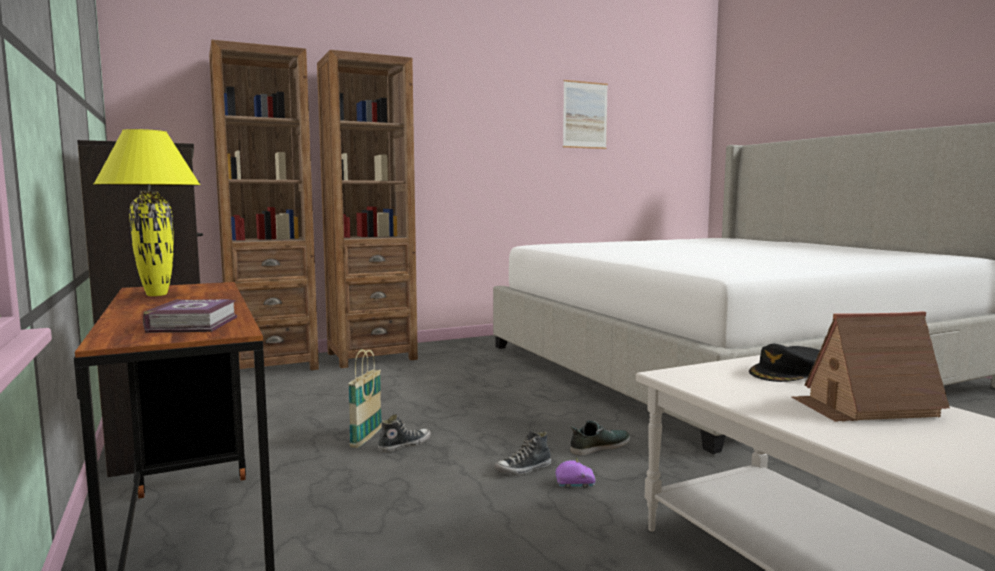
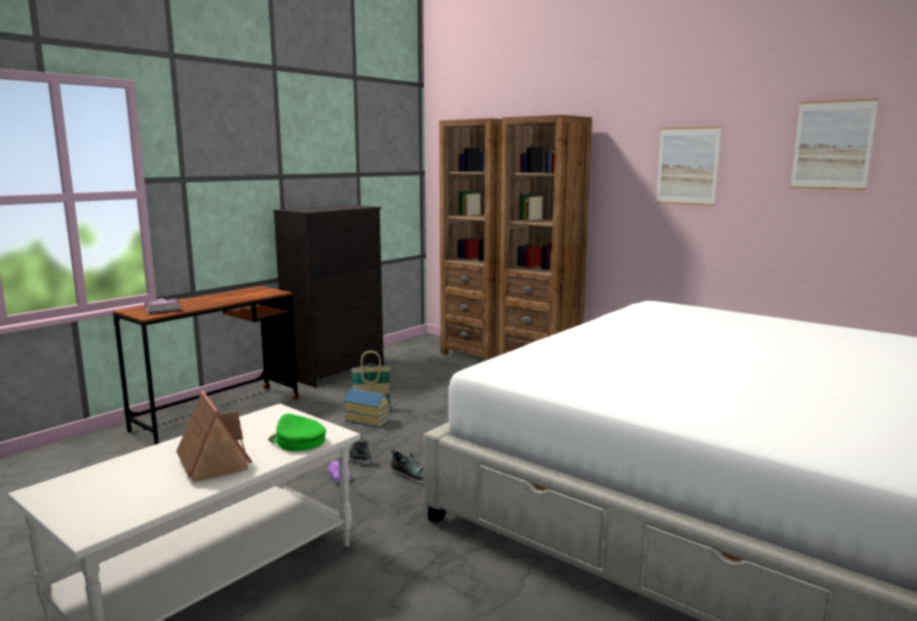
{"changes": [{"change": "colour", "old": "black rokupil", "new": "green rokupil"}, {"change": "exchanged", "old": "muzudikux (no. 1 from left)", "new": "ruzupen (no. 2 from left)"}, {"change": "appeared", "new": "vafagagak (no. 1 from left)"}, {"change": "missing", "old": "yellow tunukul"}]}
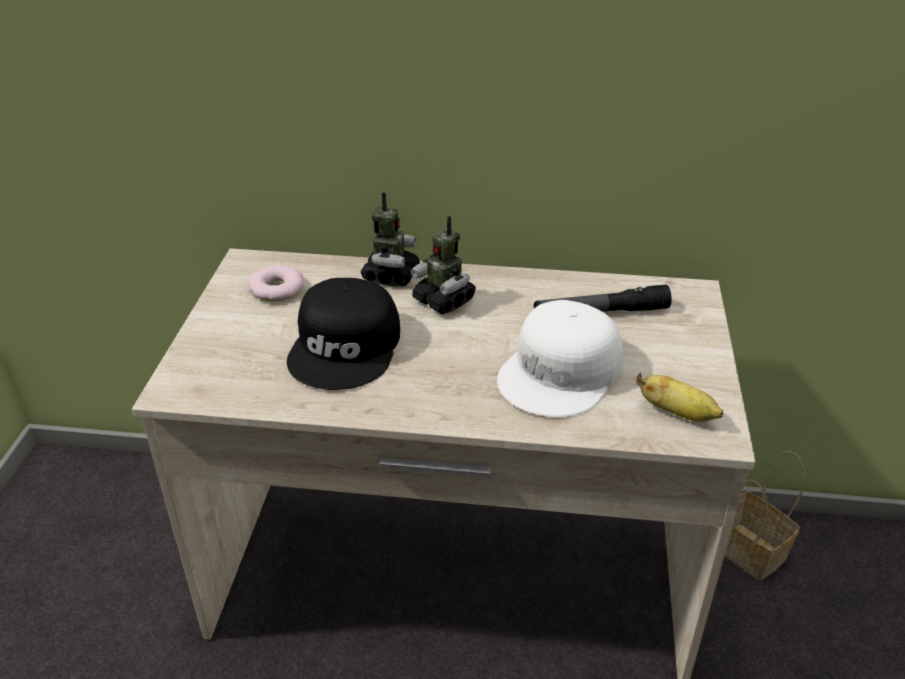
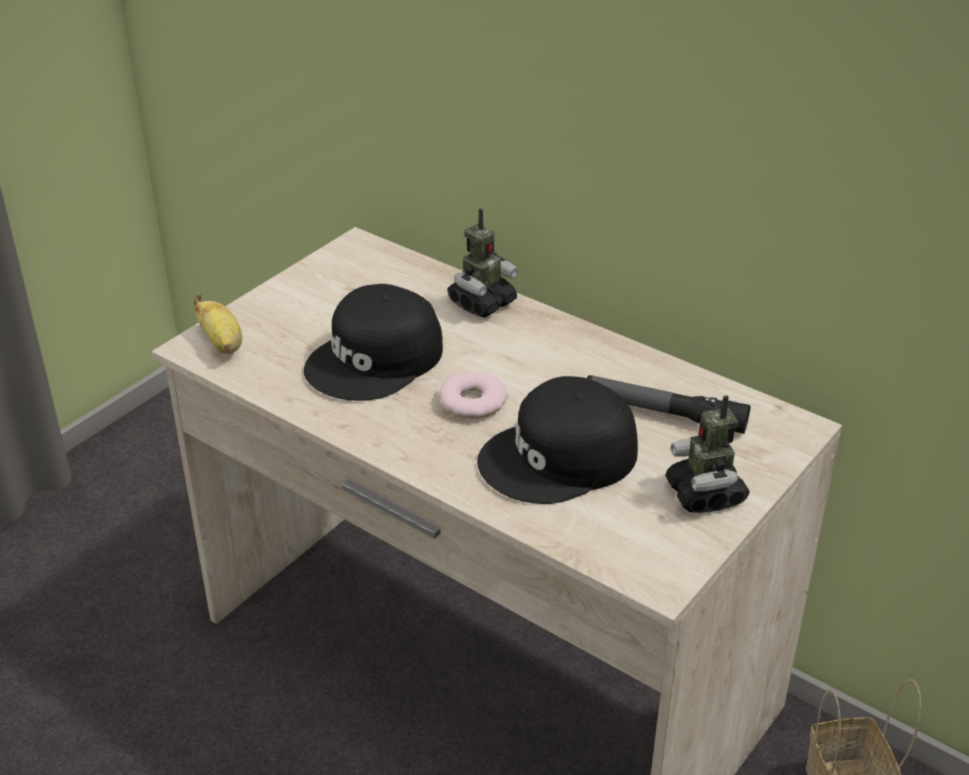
{"changes": [{"change": "relocated", "old": "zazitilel"}, {"change": "relocated", "old": "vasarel"}, {"change": "colour", "old": "white rokupil", "new": "black rokupil (no. 2 from left)"}, {"change": "relocated", "old": "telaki (no. 2 from left)"}]}
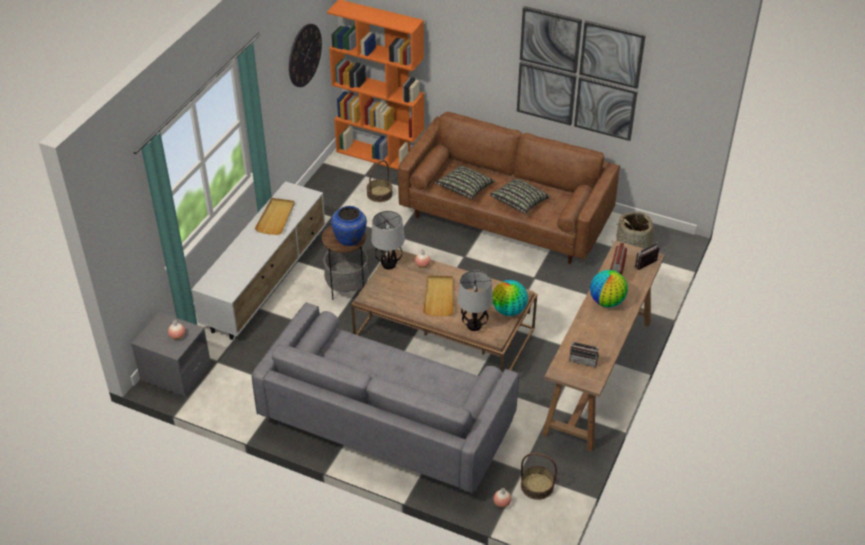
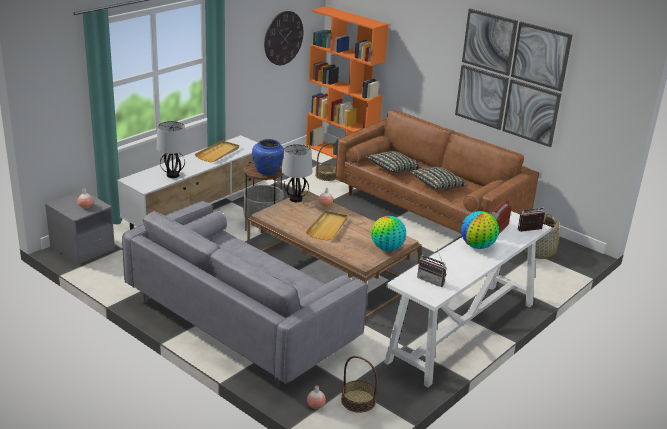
{"changes": [{"change": "relocated", "old": "tunukul (no. 2 from left in the first image)", "new": "tunukul (no. 1 from left)"}, {"change": "colour", "old": "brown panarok", "new": "white panarok"}]}
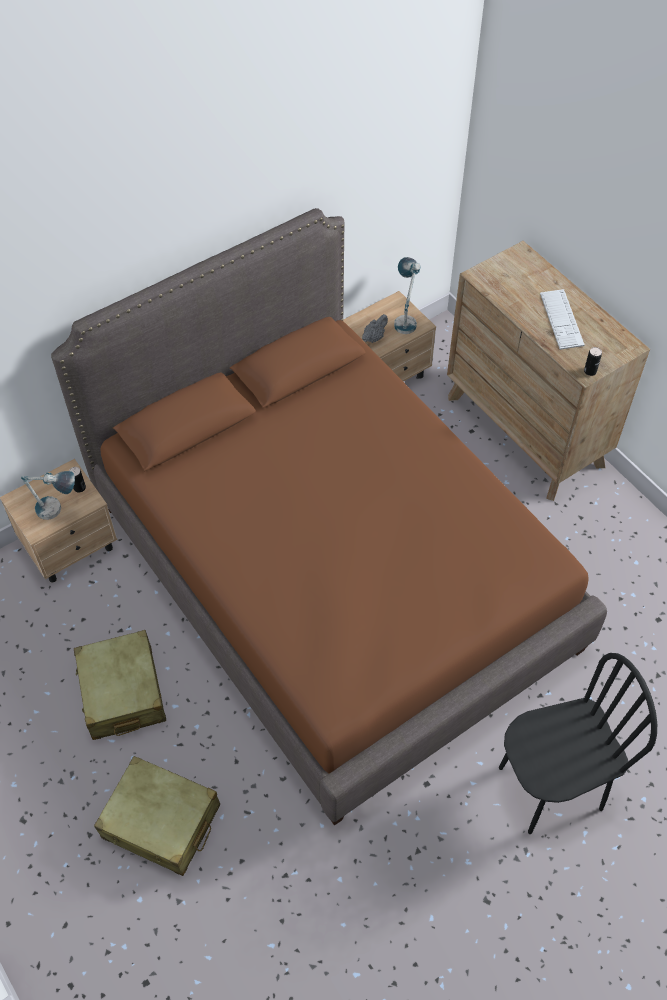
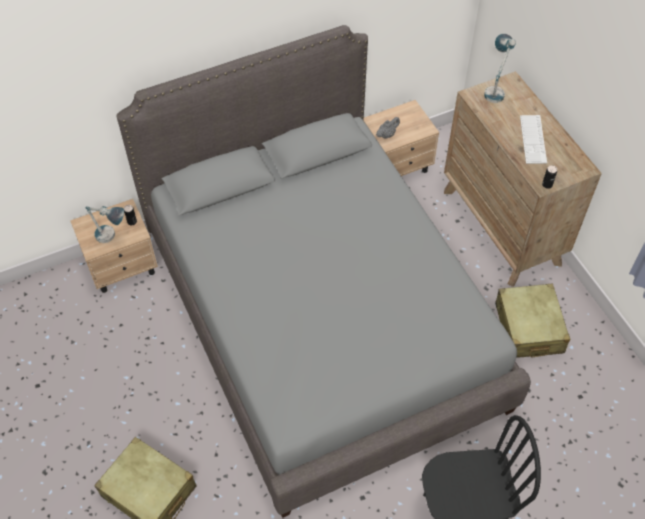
{"changes": [{"change": "colour", "old": "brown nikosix", "new": "grey nikosix"}, {"change": "relocated", "old": "tunukul (no. 2 from left)"}, {"change": "relocated", "old": "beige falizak (no. 1 from left in the first image)", "new": "beige falizak (no. 2 from left)"}]}
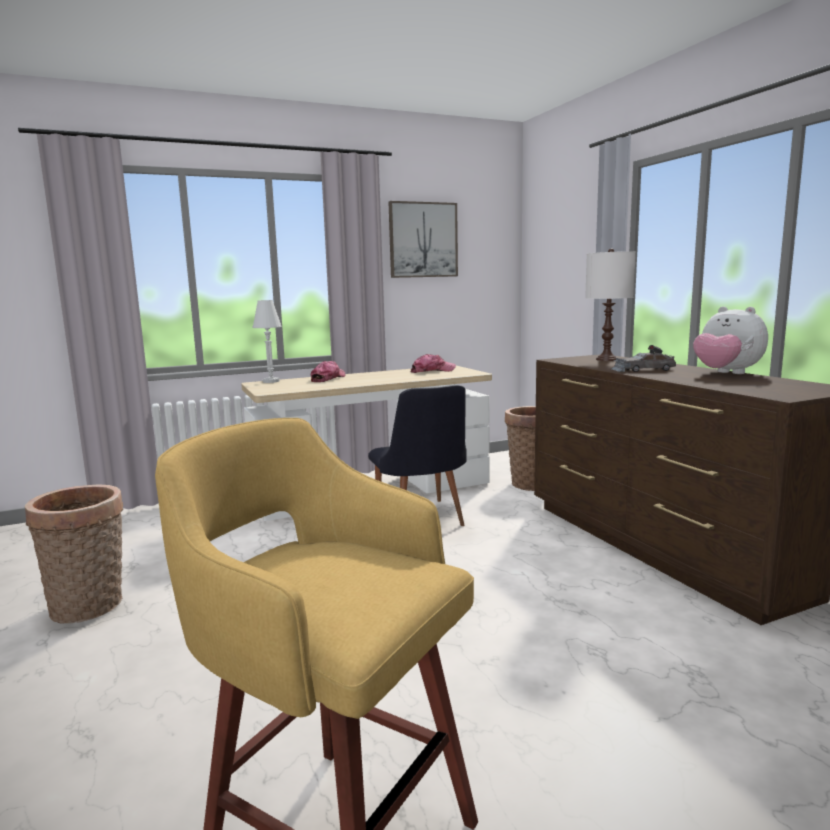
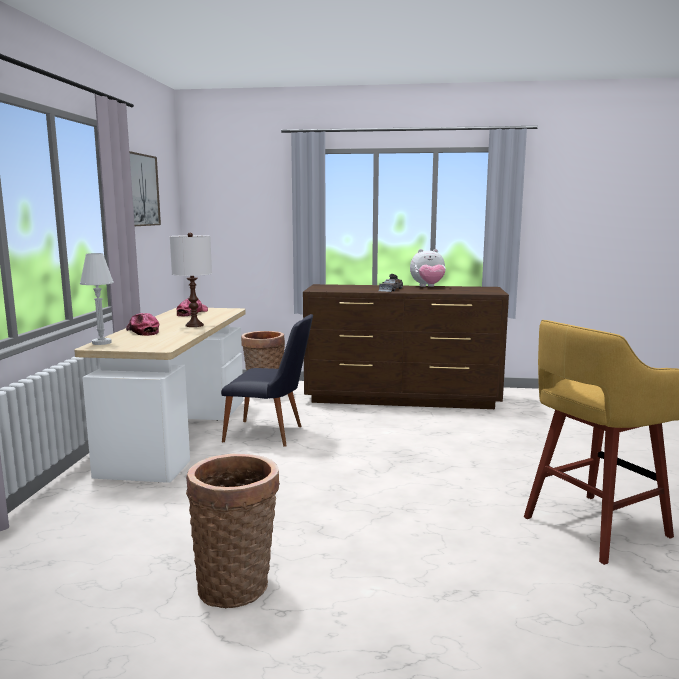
{"changes": [{"change": "relocated", "old": "white tunukul (no. 2 from left)"}]}
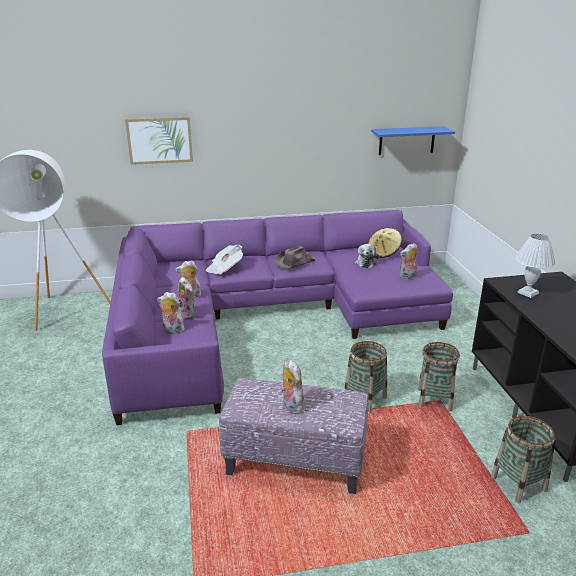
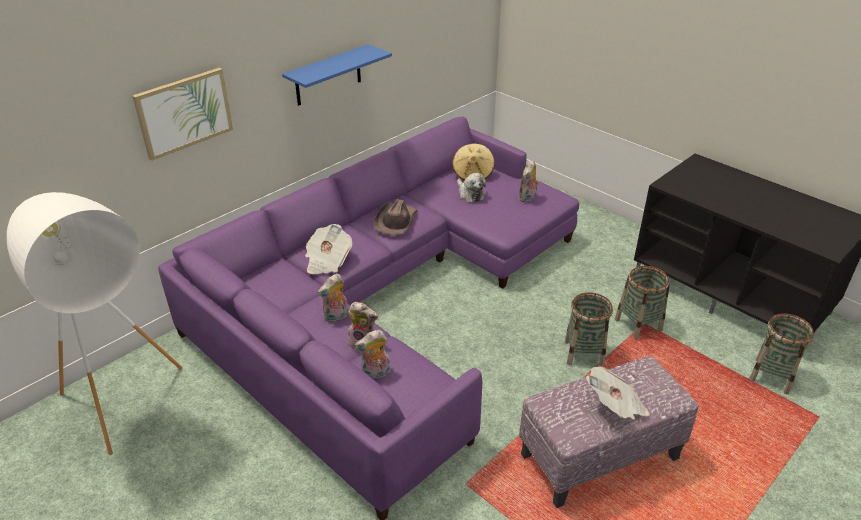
{"changes": [{"change": "relocated", "old": "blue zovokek"}, {"change": "exchanged", "old": "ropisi (no. 4 from left)", "new": "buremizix (no. 2 from left)"}, {"change": "missing", "old": "white tunukul"}]}
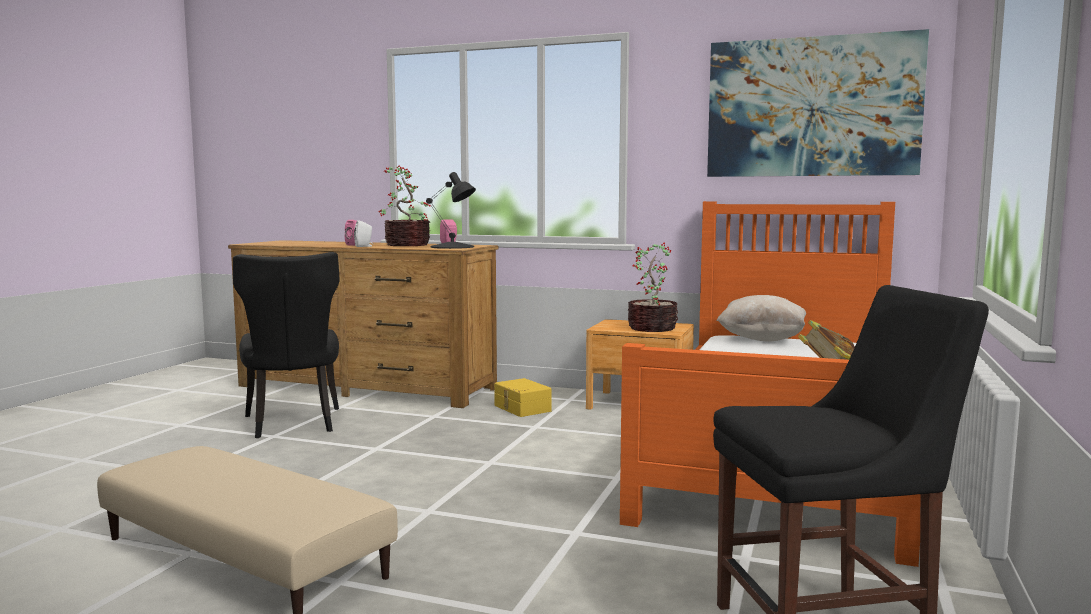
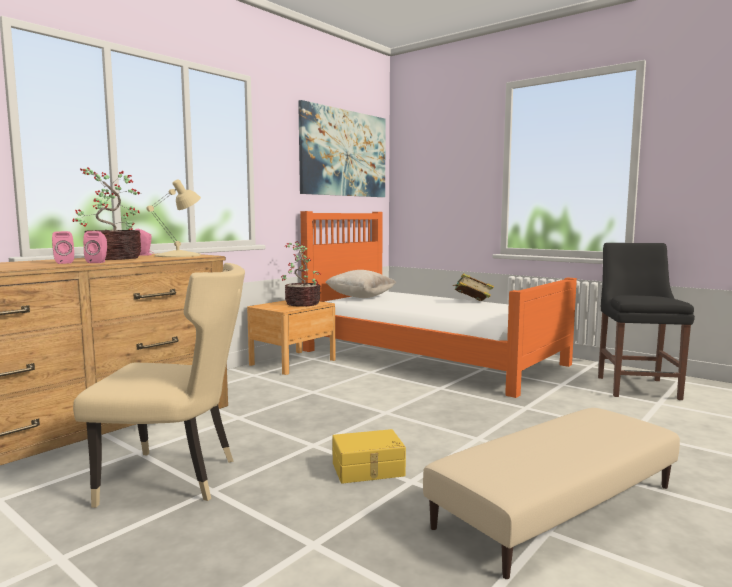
{"changes": [{"change": "colour", "old": "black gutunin (no. 1 from left)", "new": "beige gutunin"}, {"change": "colour", "old": "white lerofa", "new": "pink lerofa (no. 2 from left)"}, {"change": "colour", "old": "black tunukul", "new": "beige tunukul"}, {"change": "relocated", "old": "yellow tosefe"}]}
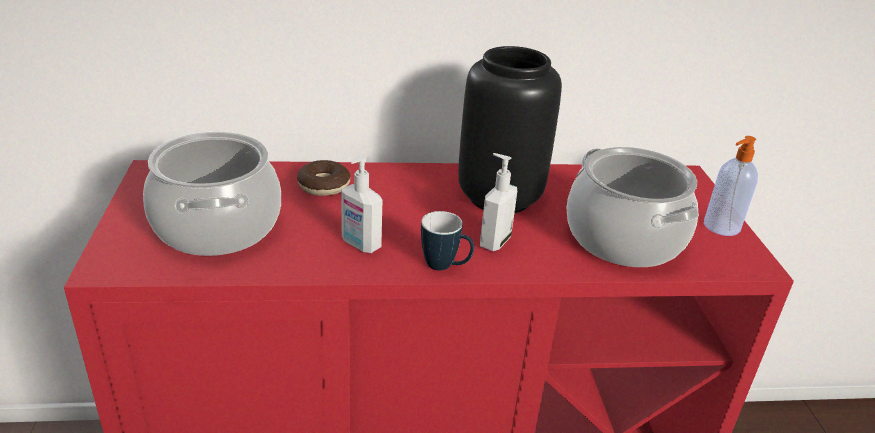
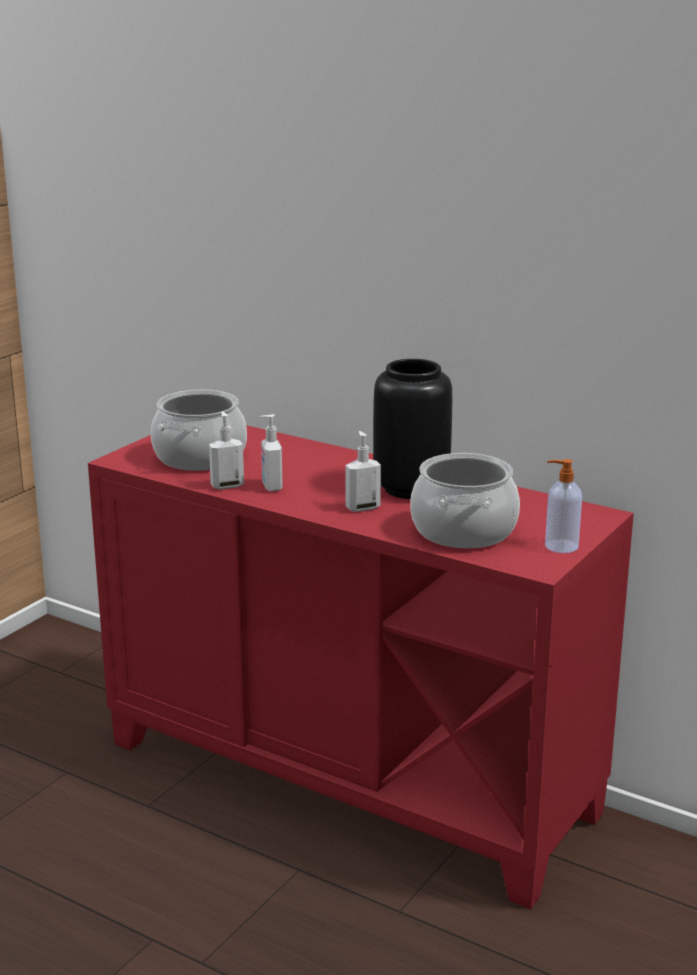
{"changes": [{"change": "appeared", "new": "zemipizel (no. 1 from left)"}, {"change": "missing", "old": "vasarel"}, {"change": "missing", "old": "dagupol"}]}
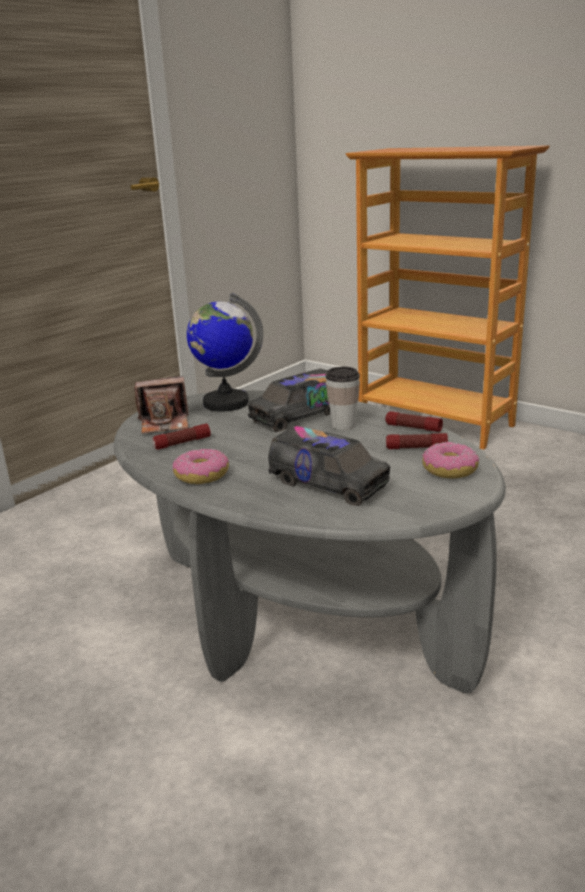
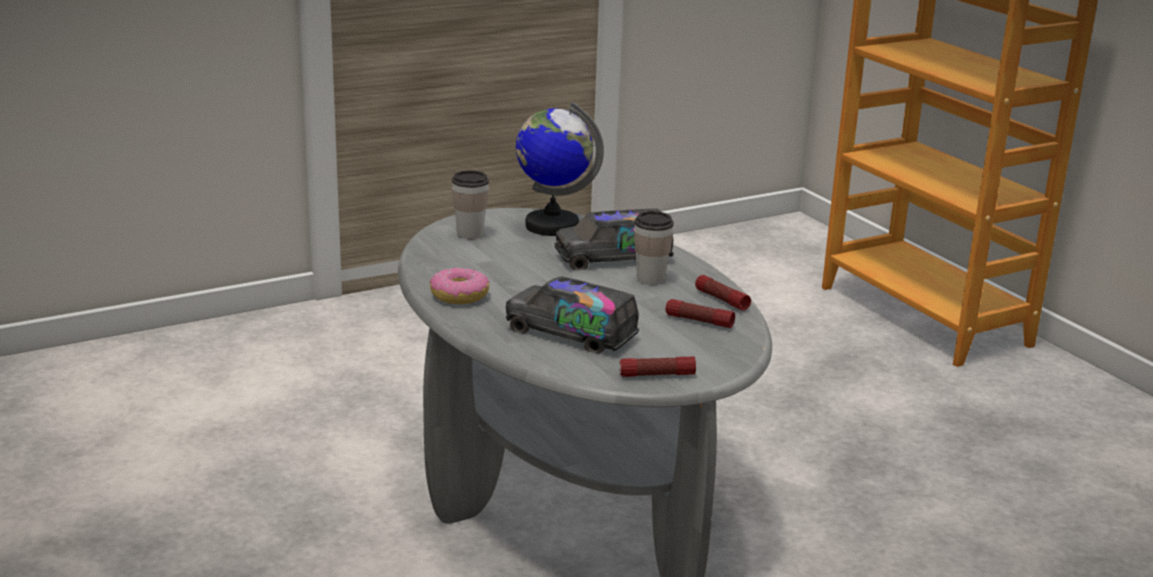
{"changes": [{"change": "exchanged", "old": "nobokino", "new": "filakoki (no. 1 from left)"}, {"change": "spun", "old": "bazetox (no. 2 from left in the first image)", "degrees": 150}, {"change": "relocated", "old": "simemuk (no. 1 from left)"}, {"change": "missing", "old": "vasarel (no. 2 from left)"}]}
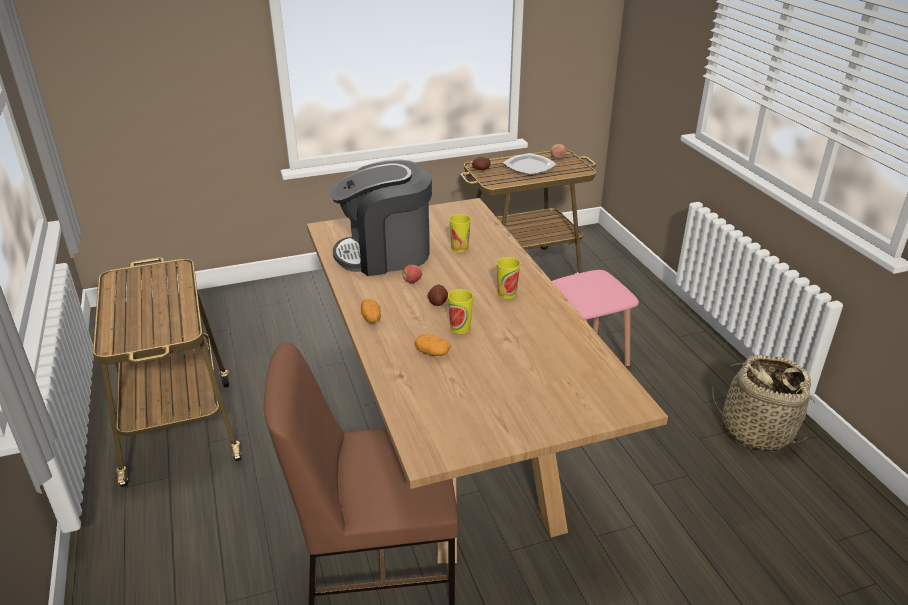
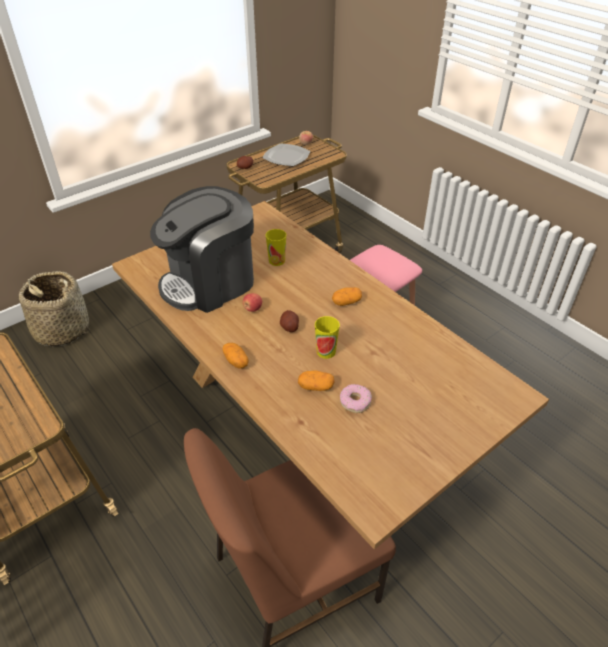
{"changes": [{"change": "relocated", "old": "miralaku"}, {"change": "exchanged", "old": "filakoki (no. 3 from left)", "new": "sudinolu (no. 5 from left)"}, {"change": "appeared", "new": "vasarel"}]}
